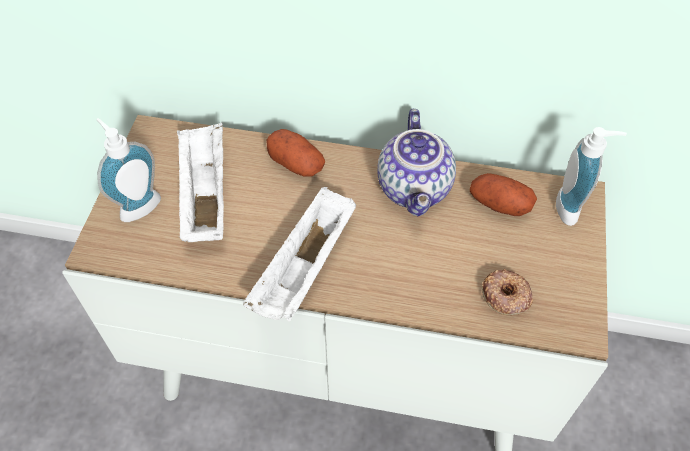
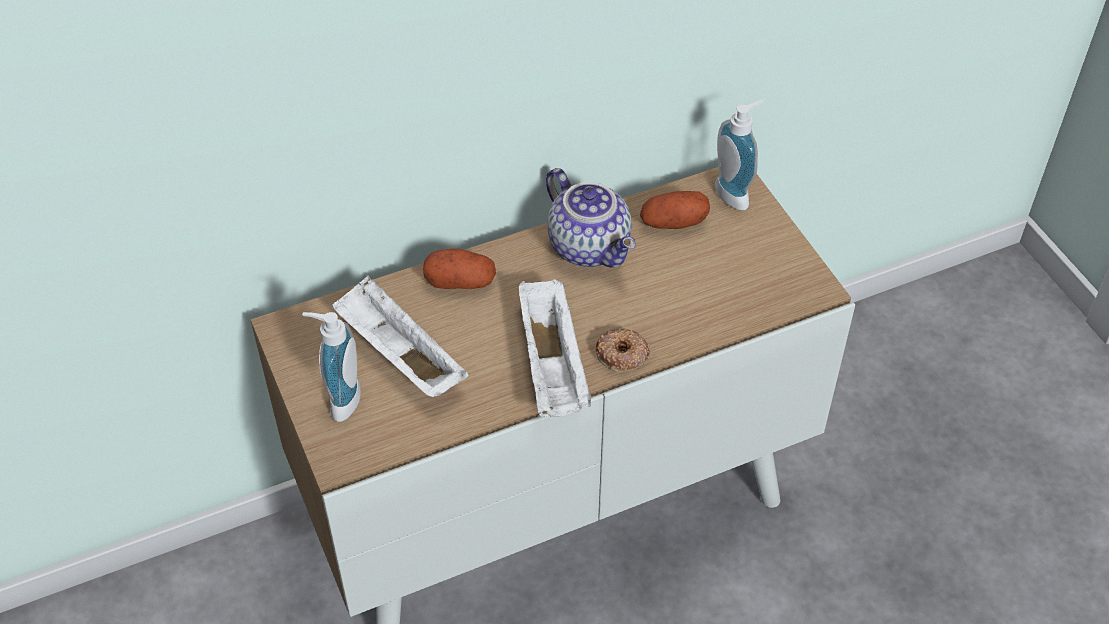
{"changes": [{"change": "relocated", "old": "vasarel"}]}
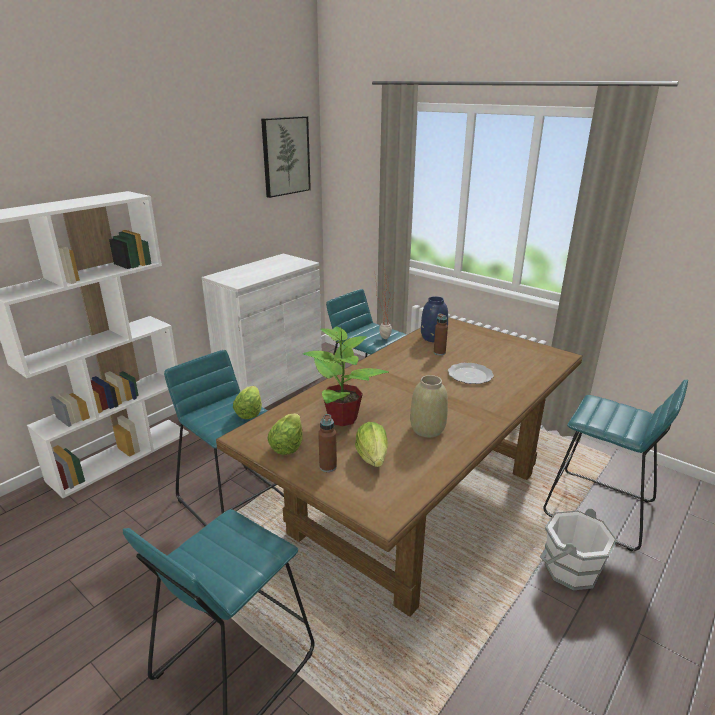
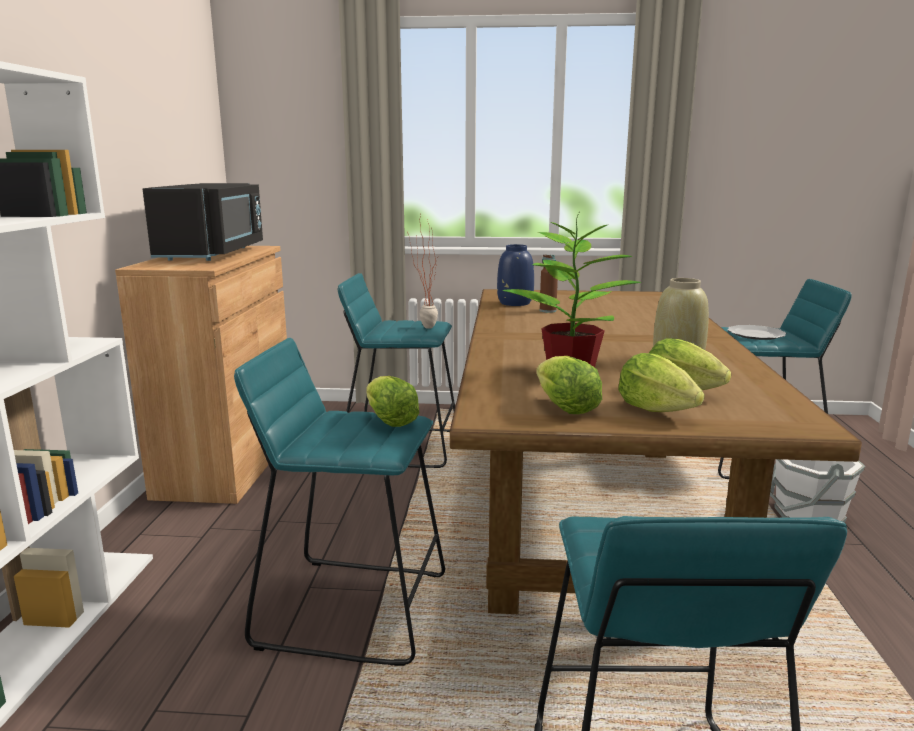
{"changes": [{"change": "colour", "old": "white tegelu", "new": "brown tegelu"}, {"change": "appeared", "new": "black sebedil"}, {"change": "exchanged", "old": "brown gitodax (no. 1 from left)", "new": "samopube (no. 3 from left)"}, {"change": "relocated", "old": "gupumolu"}, {"change": "missing", "old": "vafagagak"}]}
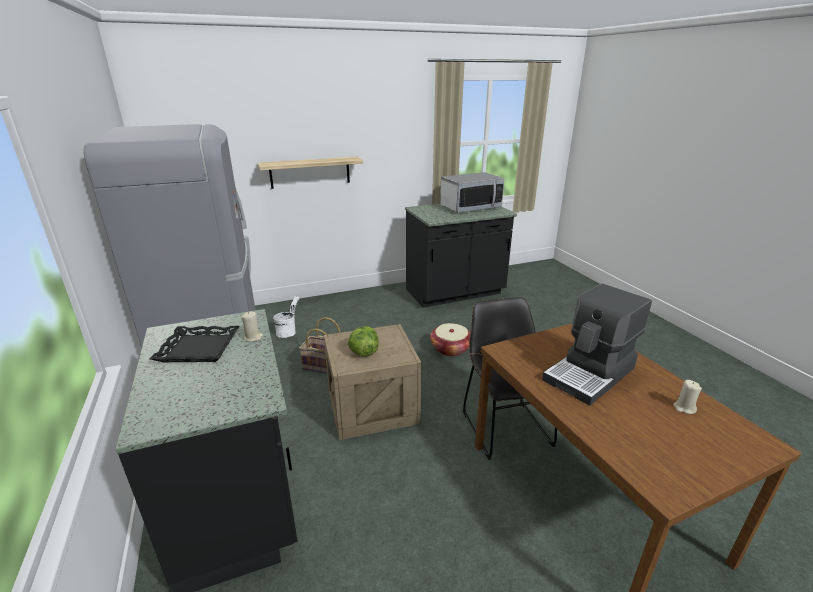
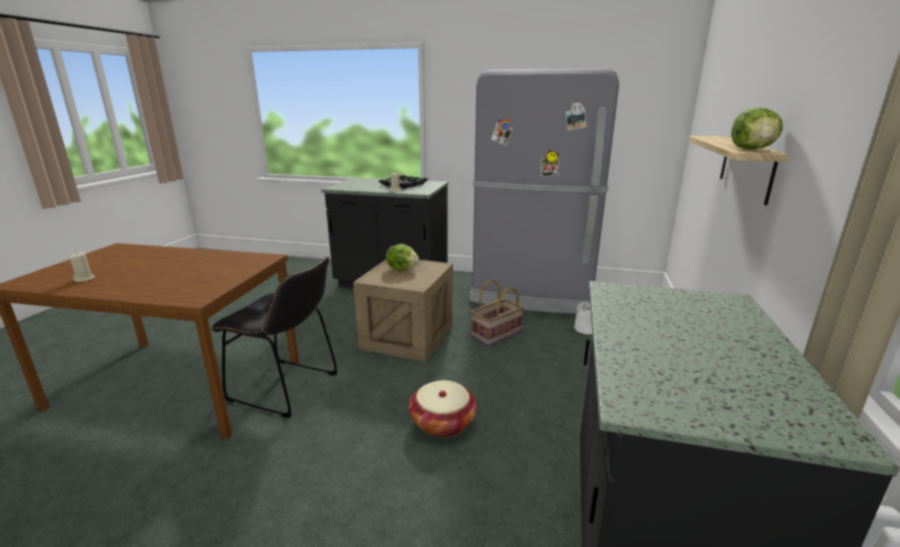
{"changes": [{"change": "appeared", "new": "samopube (no. 2 from left)"}, {"change": "missing", "old": "sebedil"}, {"change": "missing", "old": "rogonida"}]}
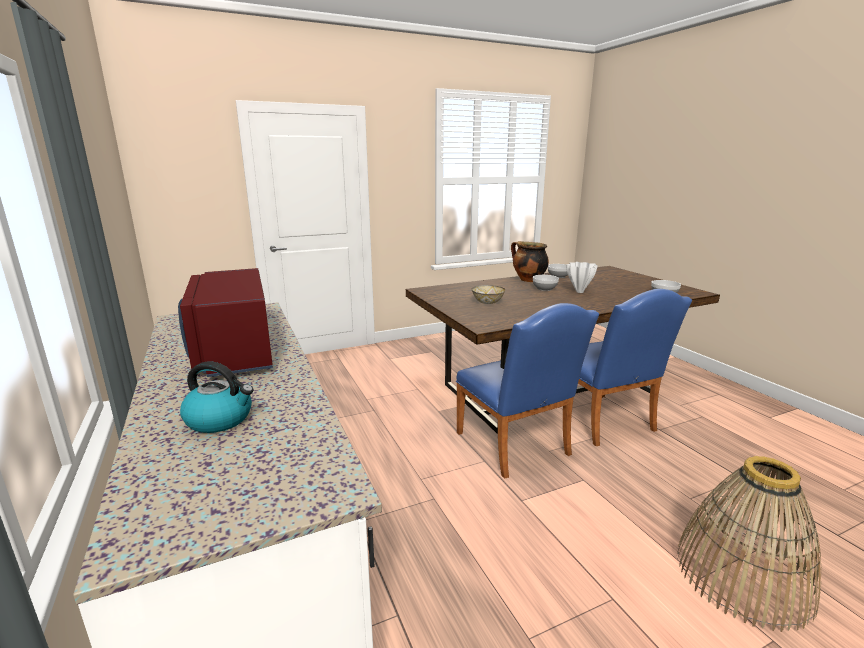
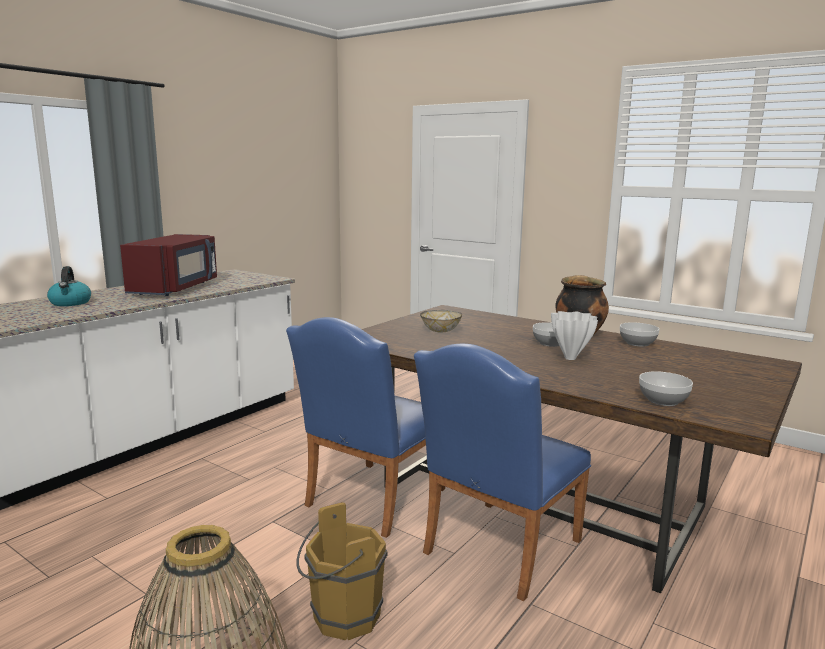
{"changes": [{"change": "spun", "old": "red sebedil", "degrees": 150}, {"change": "appeared", "new": "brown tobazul"}]}
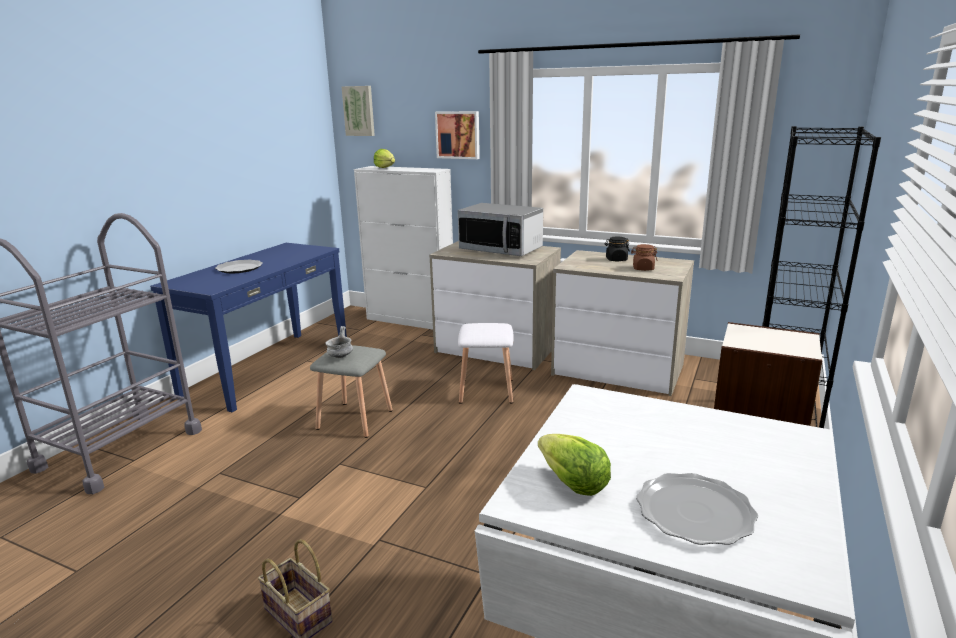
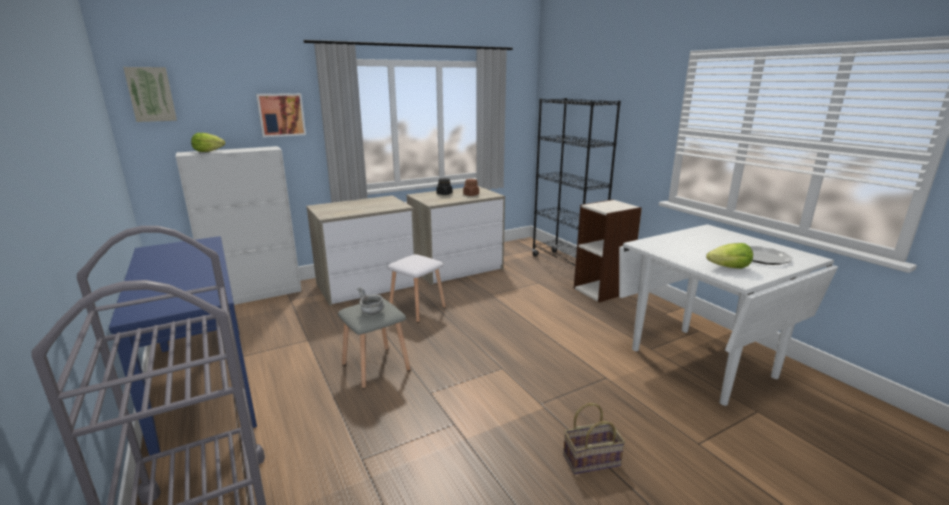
{"changes": [{"change": "missing", "old": "gupumolu (no. 1 from left)"}, {"change": "missing", "old": "sebedil"}]}
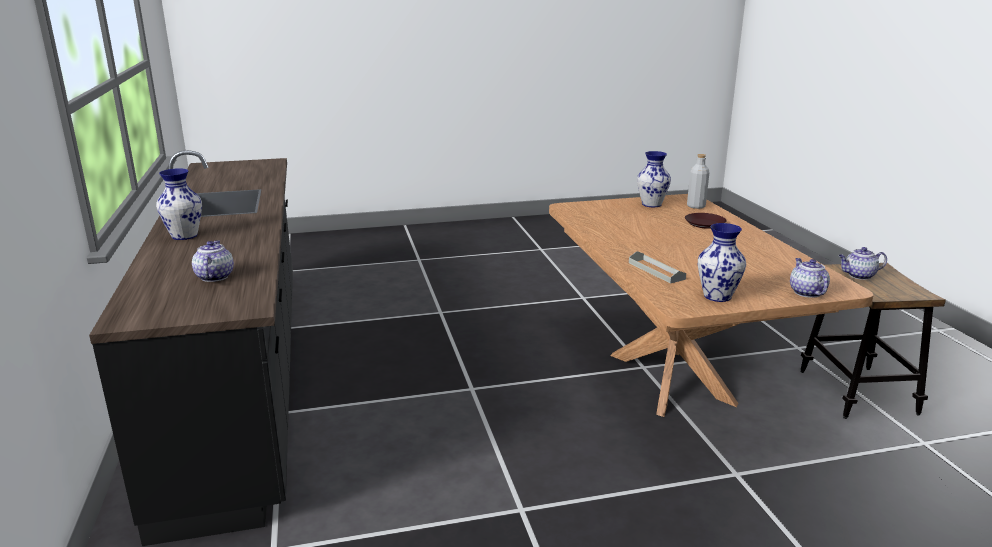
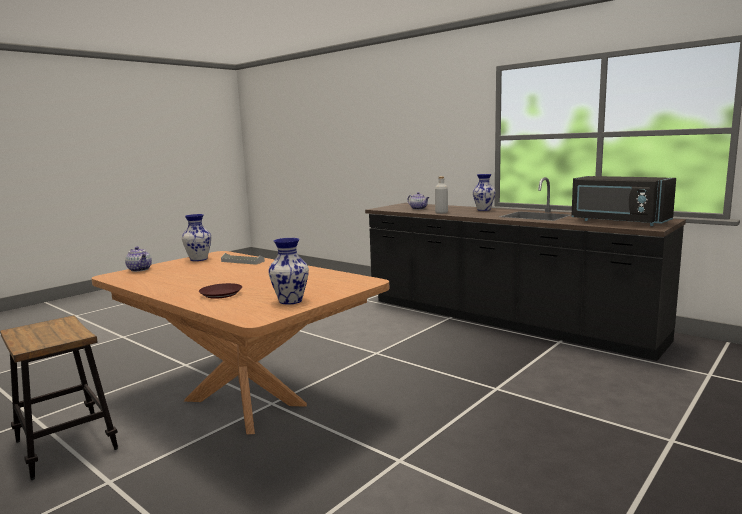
{"changes": [{"change": "relocated", "old": "grey gitodax"}, {"change": "appeared", "new": "black sebedil"}, {"change": "missing", "old": "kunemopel (no. 3 from left)"}]}
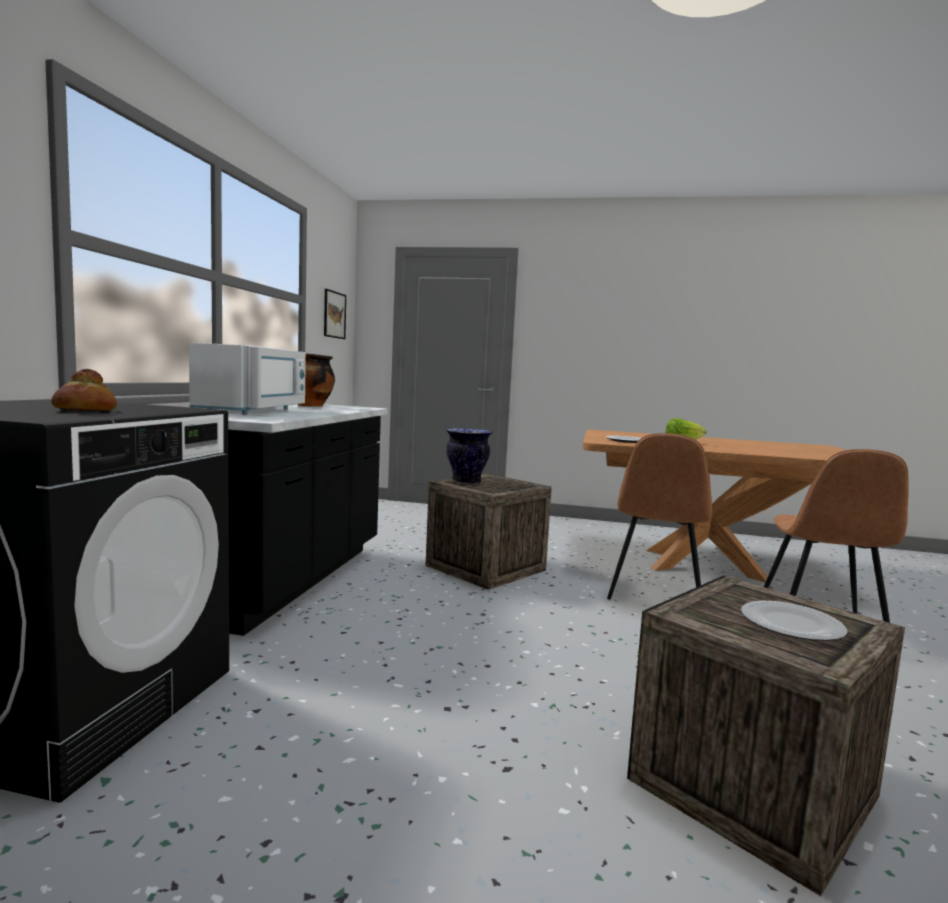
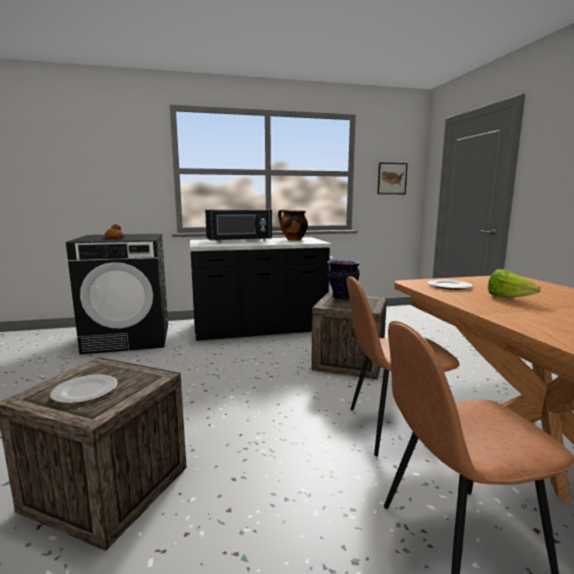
{"changes": [{"change": "colour", "old": "white sebedil", "new": "black sebedil"}]}
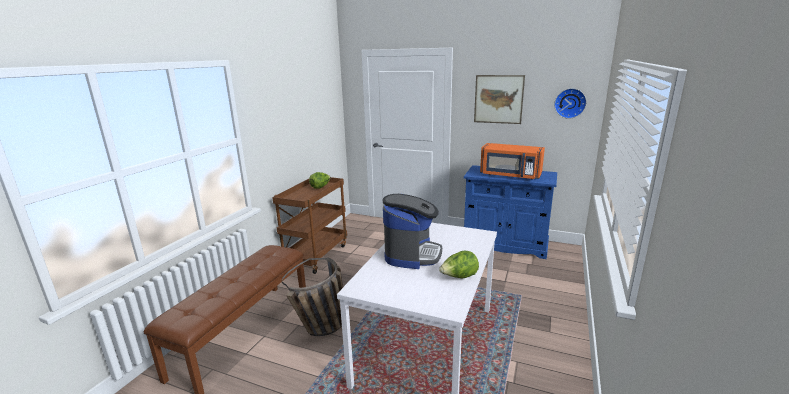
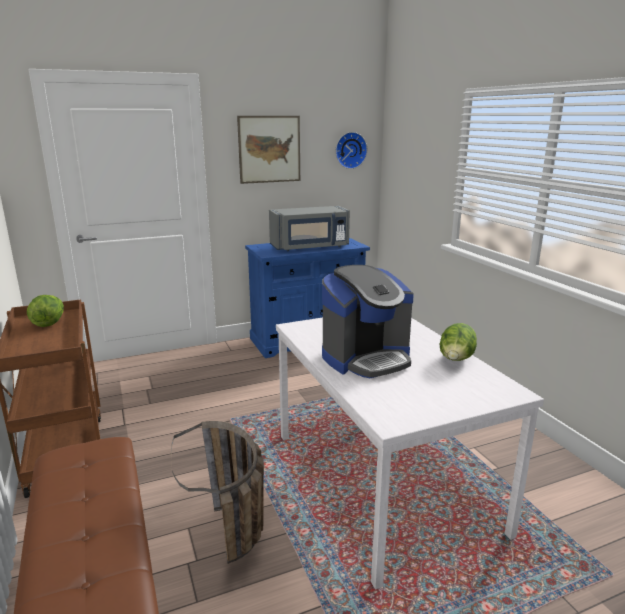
{"changes": [{"change": "colour", "old": "orange sebedil", "new": "grey sebedil"}, {"change": "spun", "old": "rogonida", "degrees": 90}]}
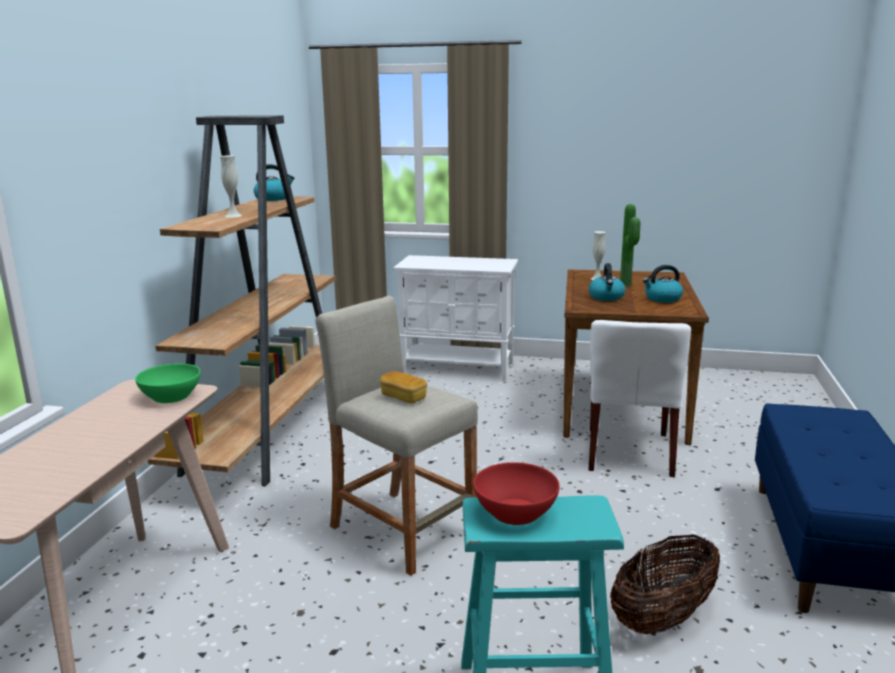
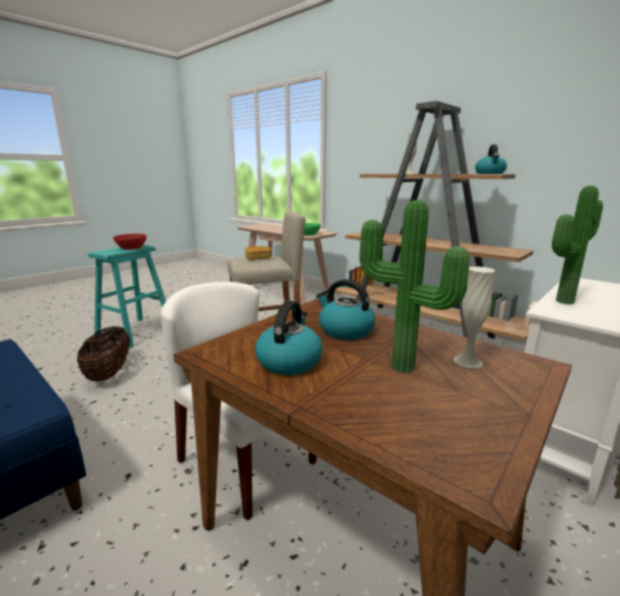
{"changes": [{"change": "appeared", "new": "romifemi (no. 2 from left)"}]}
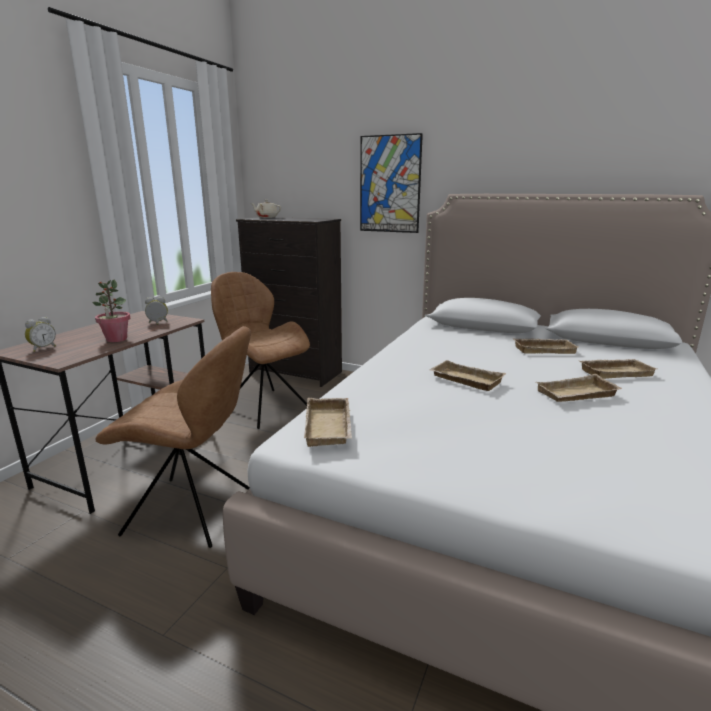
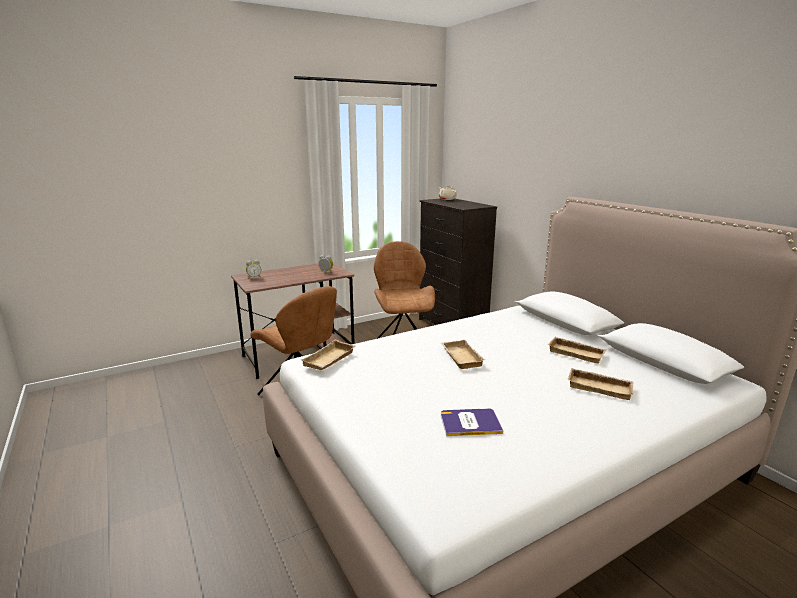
{"changes": [{"change": "appeared", "new": "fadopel"}, {"change": "missing", "old": "romifemi"}, {"change": "missing", "old": "vafagagak"}, {"change": "missing", "old": "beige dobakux (no. 4 from left)"}]}
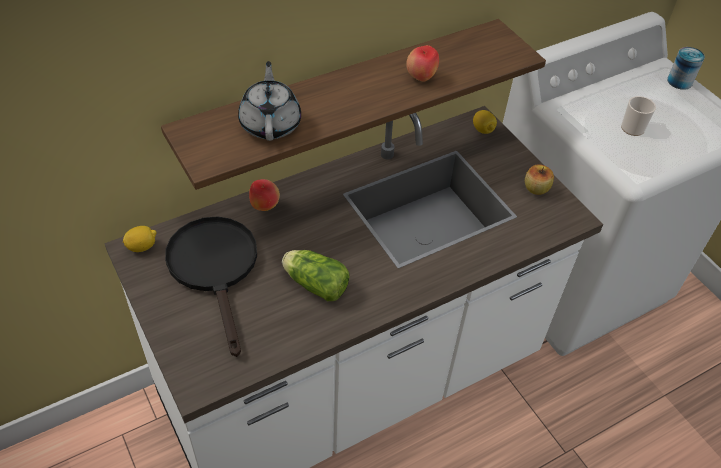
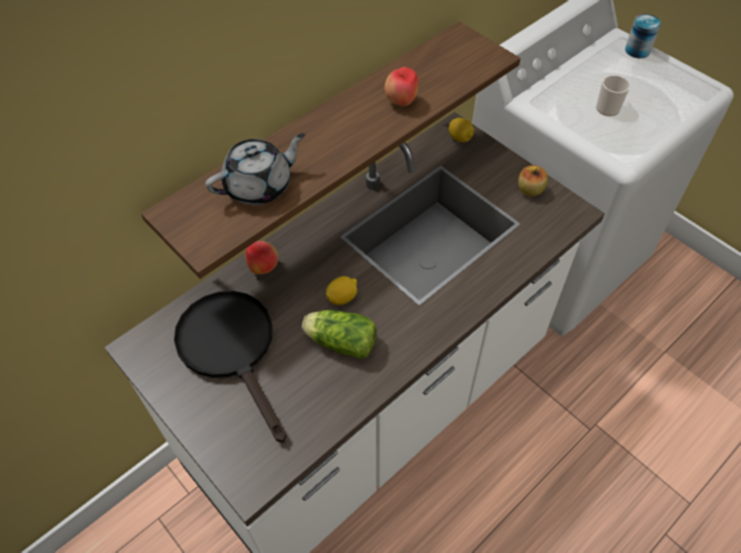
{"changes": [{"change": "spun", "old": "grey kunemopel", "degrees": 75}, {"change": "relocated", "old": "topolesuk (no. 1 from left)"}]}
